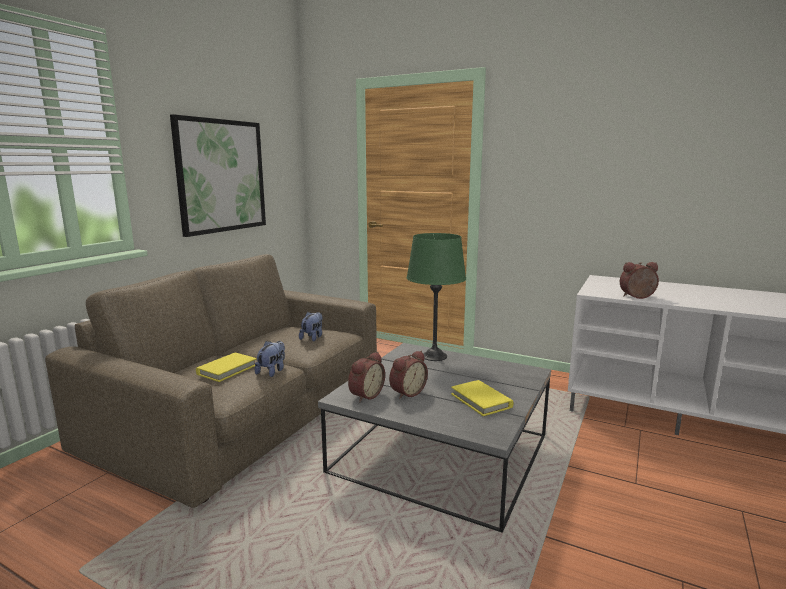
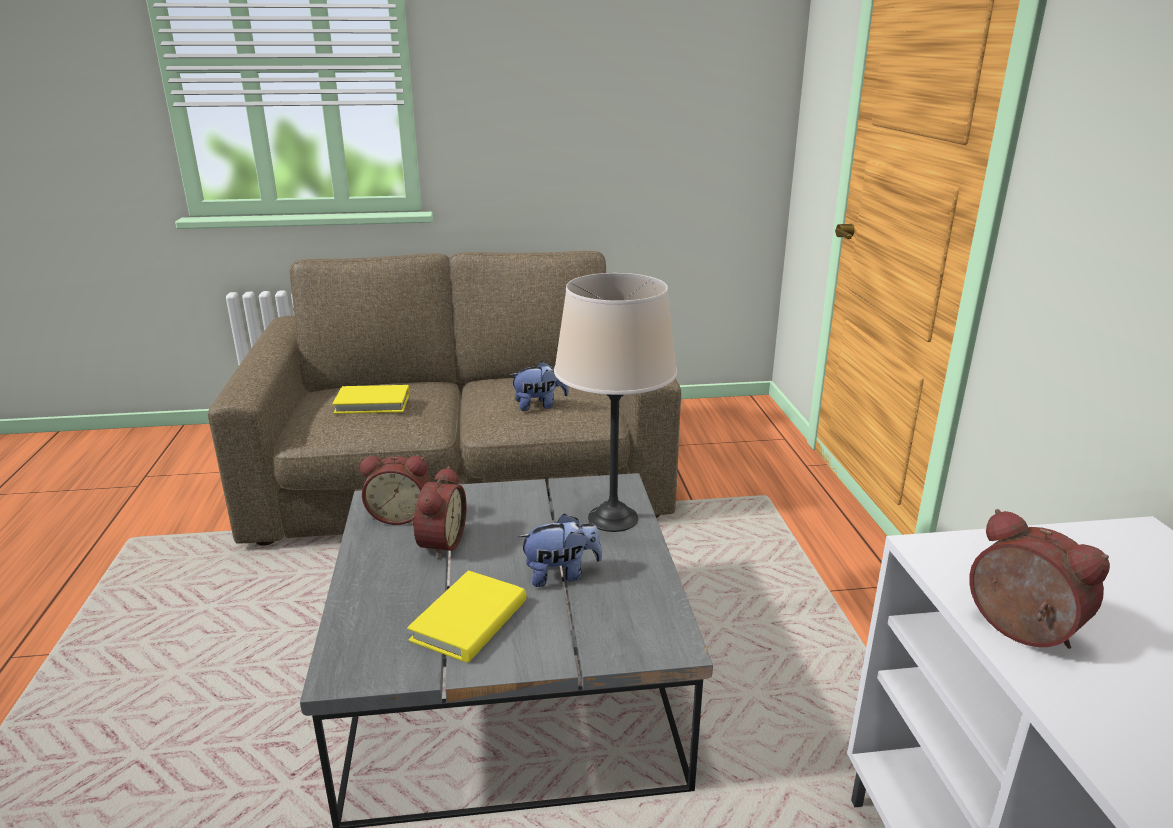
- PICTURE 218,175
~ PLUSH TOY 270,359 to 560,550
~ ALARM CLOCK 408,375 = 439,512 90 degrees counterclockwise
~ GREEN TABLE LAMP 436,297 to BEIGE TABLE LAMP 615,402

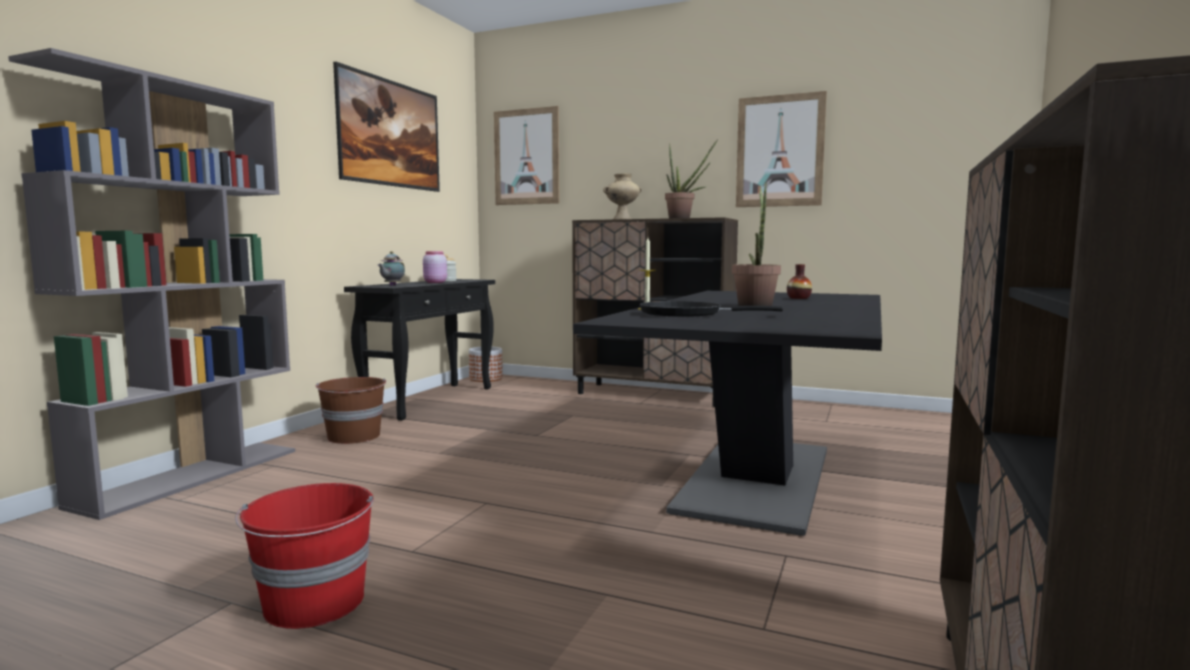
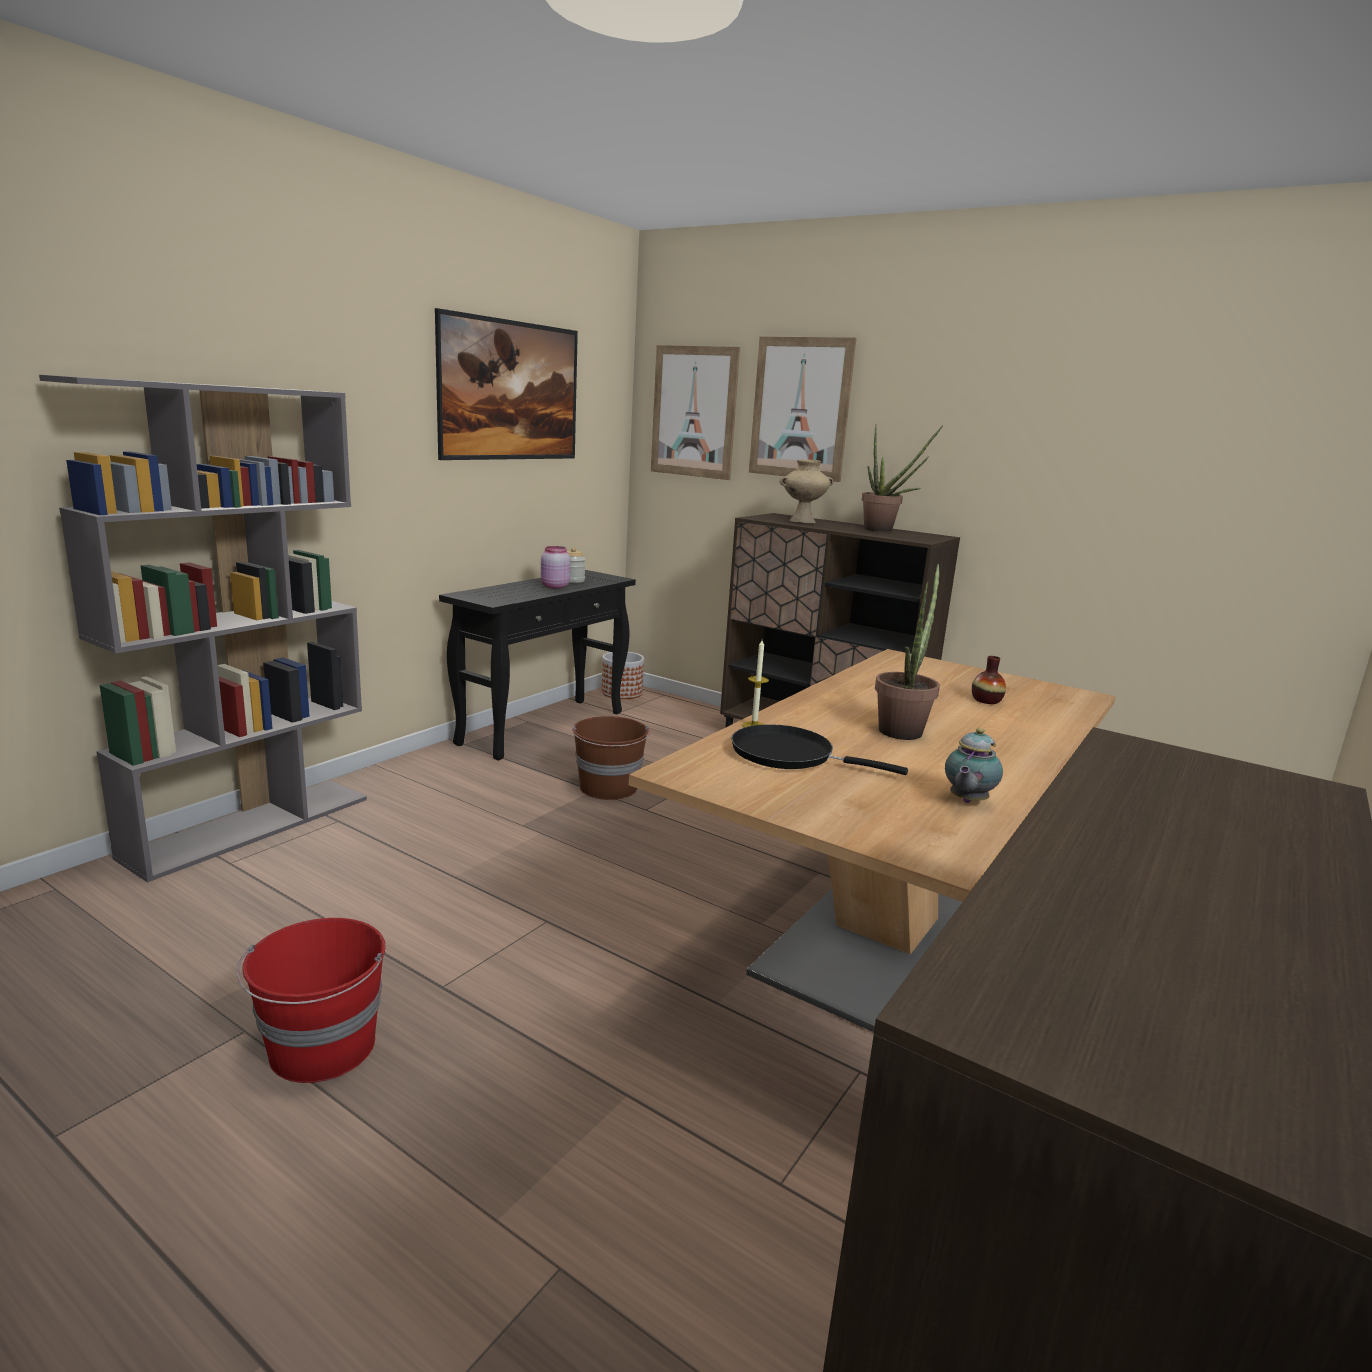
~ BROWN BUCKET 350,410 to 611,758
~ TEAPOT 391,268 to 974,765
~ BLACK DINING TABLE 727,413 to BEIGE DINING TABLE 872,840
~ PICTURE 781,149 to 803,409

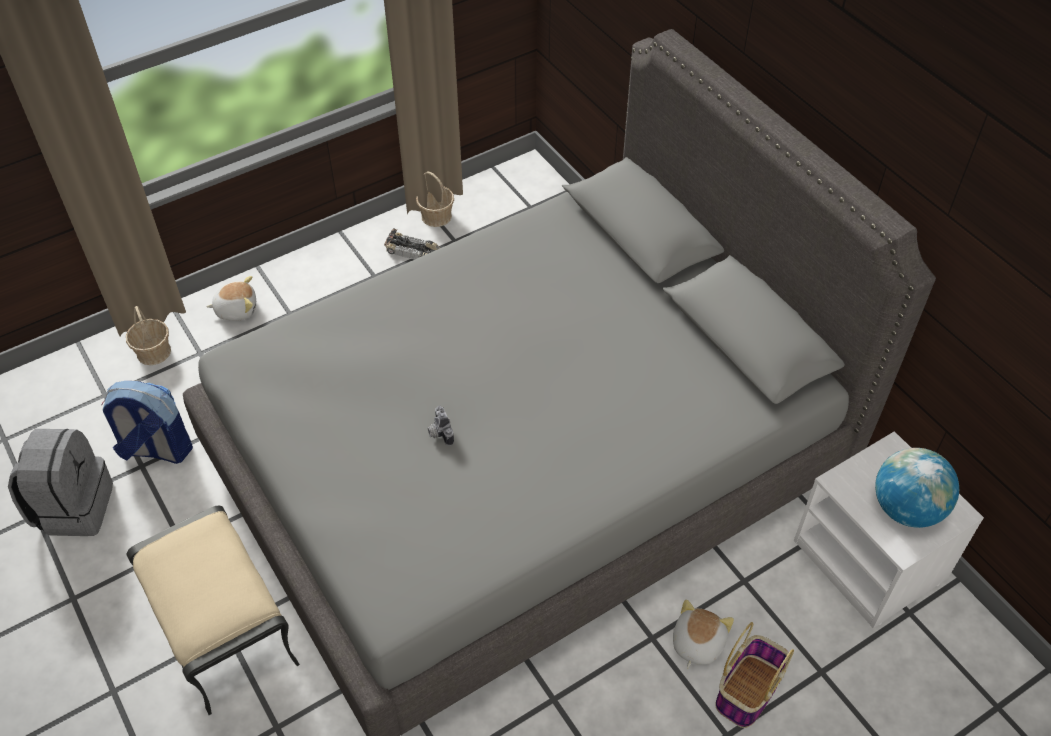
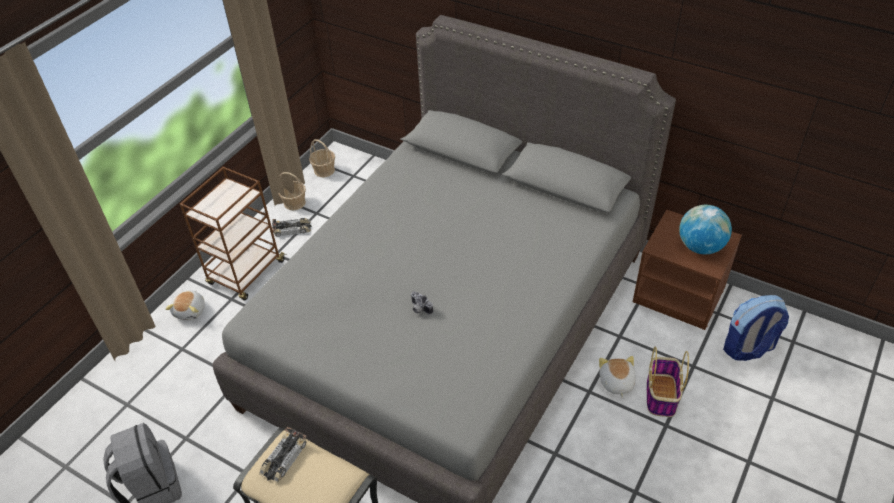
~ BACKPACK 147,422 to 756,328
~ BASKET 148,335 to 322,158
~ PLUSH TOY 231,298 = 185,305 135 degrees clockwise
~ WHITE NIGHTSTAND 889,529 to BROWN NIGHTSTAND 687,270
+ BROWN CART 233,233
+ TOY CAR 283,455

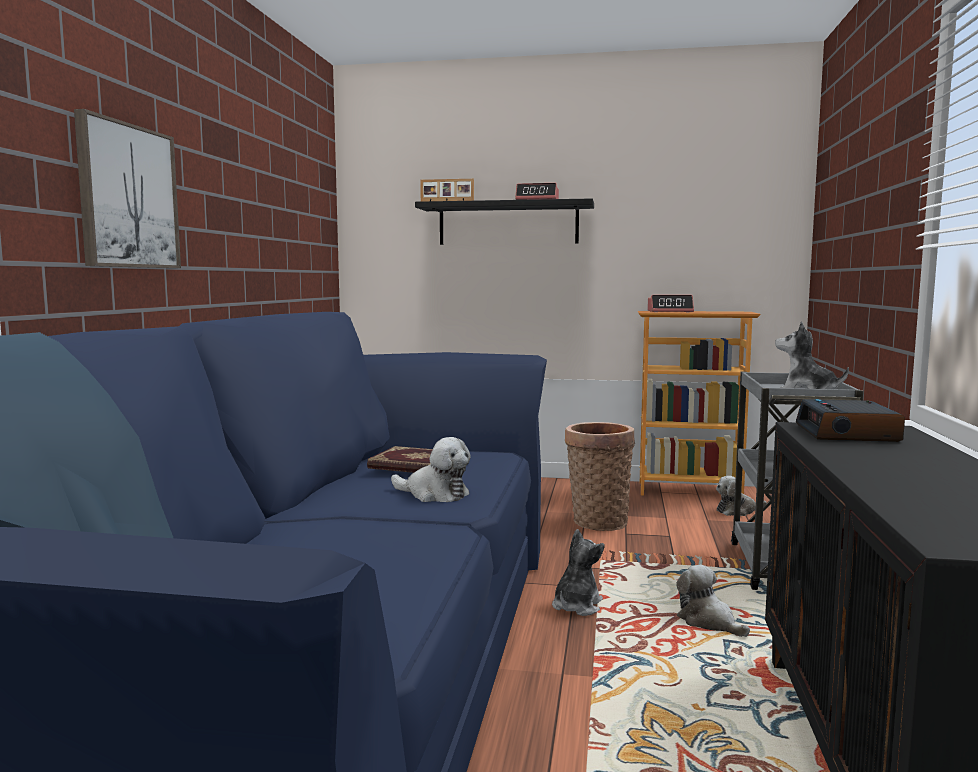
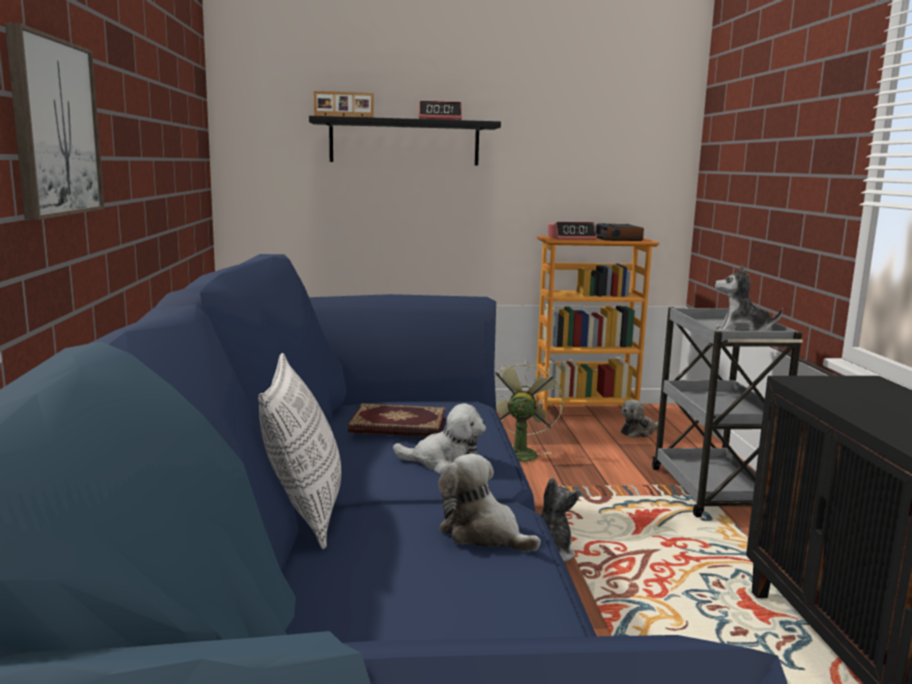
~ BASKET 600,476 to GREEN FAN 529,410
~ PLUSH TOY 713,601 to 489,502
~ ALARM CLOCK 850,420 to 620,232
+ PILLOW 299,451

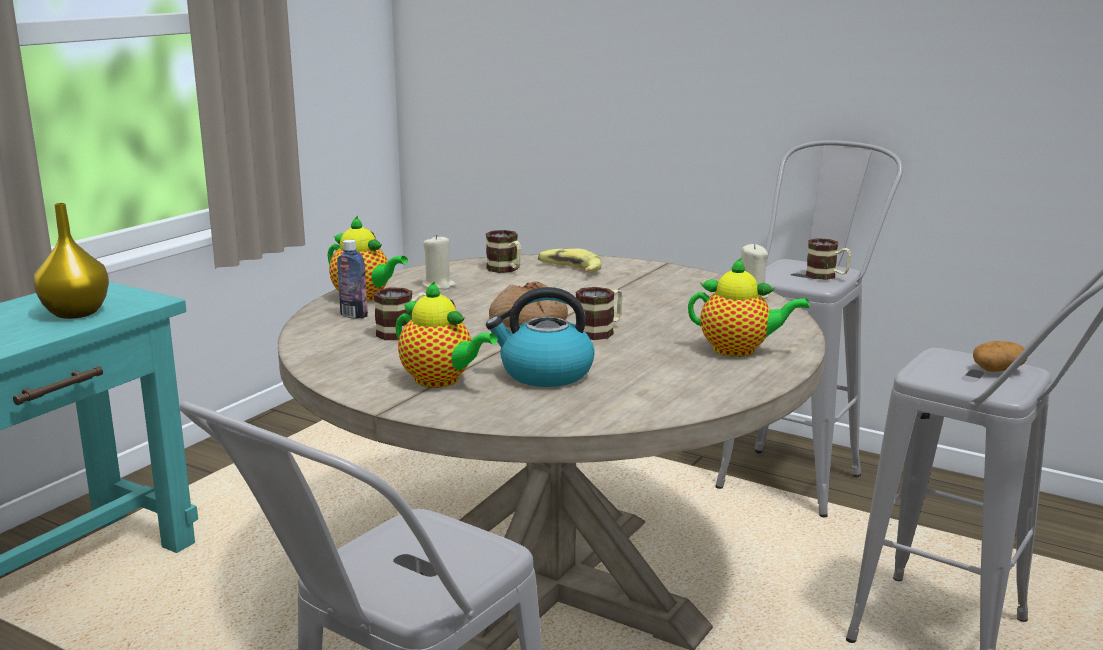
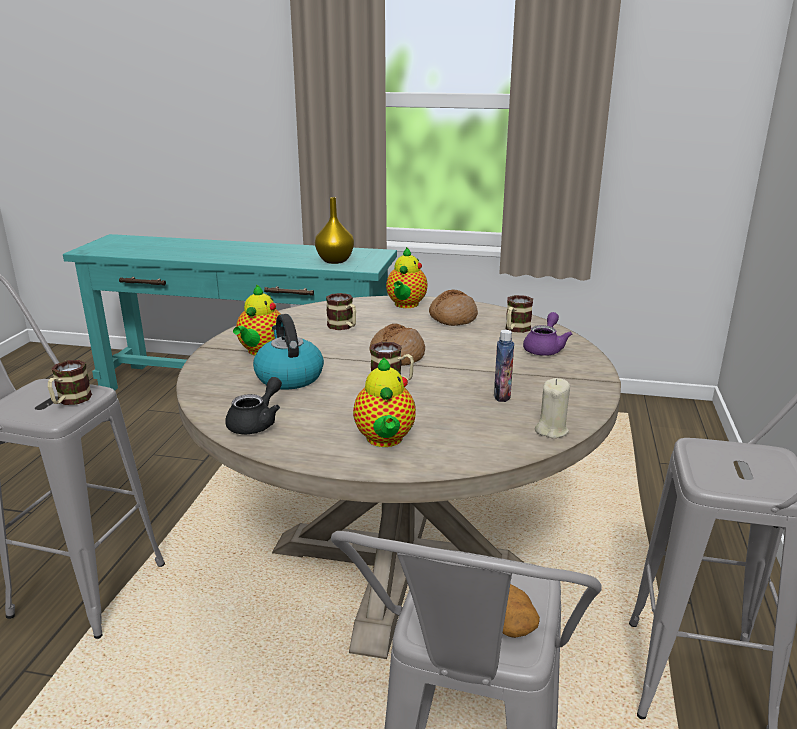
~ BOTTLE 352,279 to 504,366
~ BEIGE CANDLE 439,262 to BREAD 453,307
~ BANANA 570,260 to PURPLE TEAPOT 547,334
~ MUG 828,259 to 70,382
+ BLACK TEAPOT 253,405

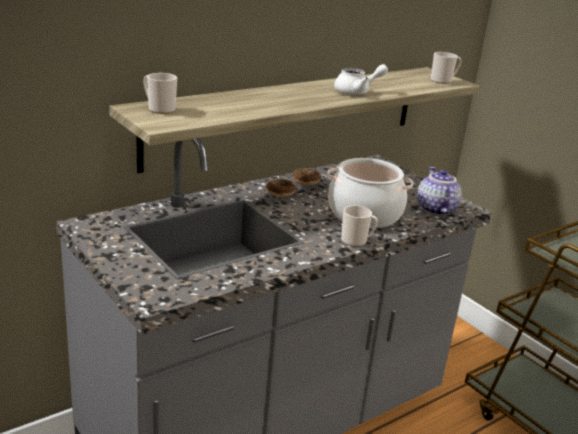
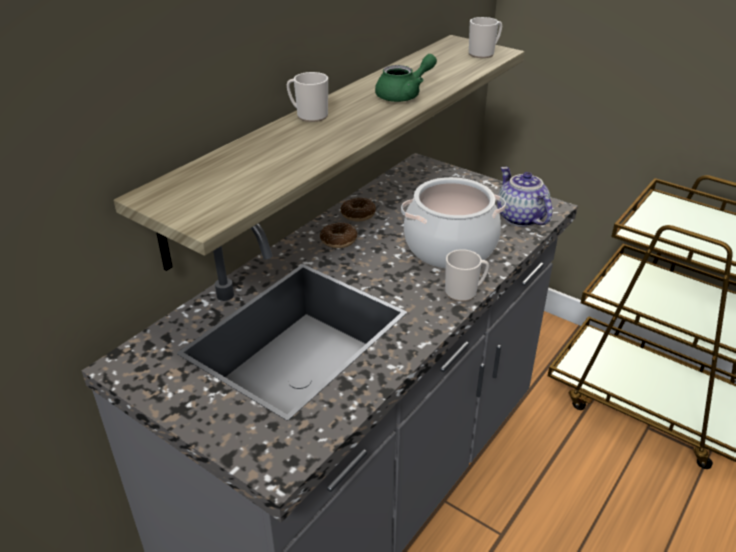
~ MUG 160,93 to 307,97
~ WHITE TEAPOT 361,79 to GREEN TEAPOT 406,78

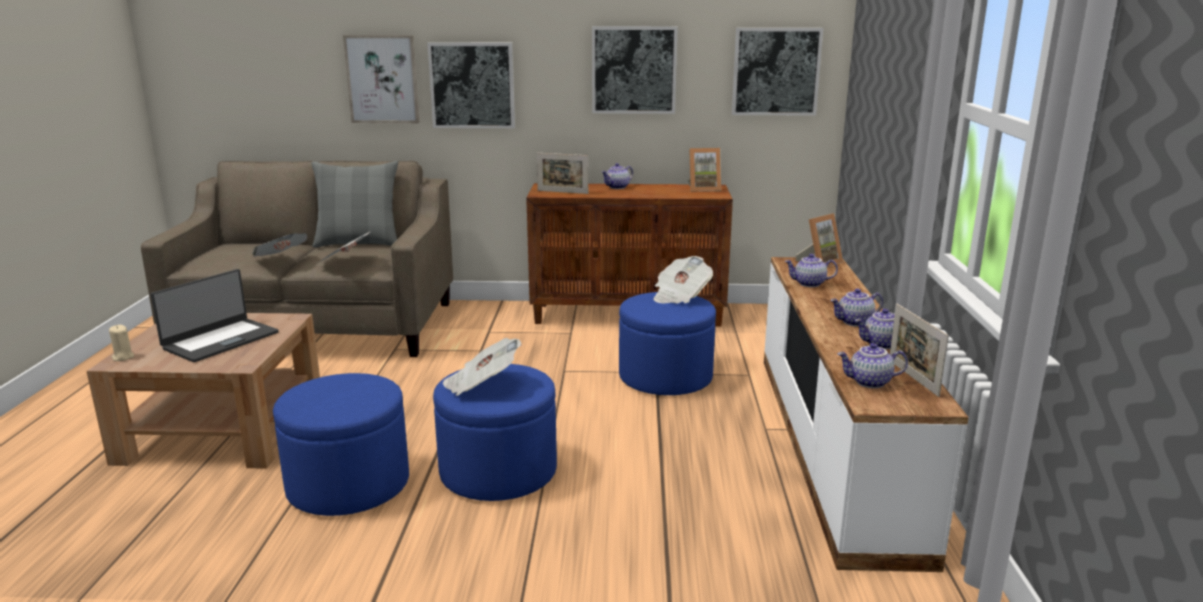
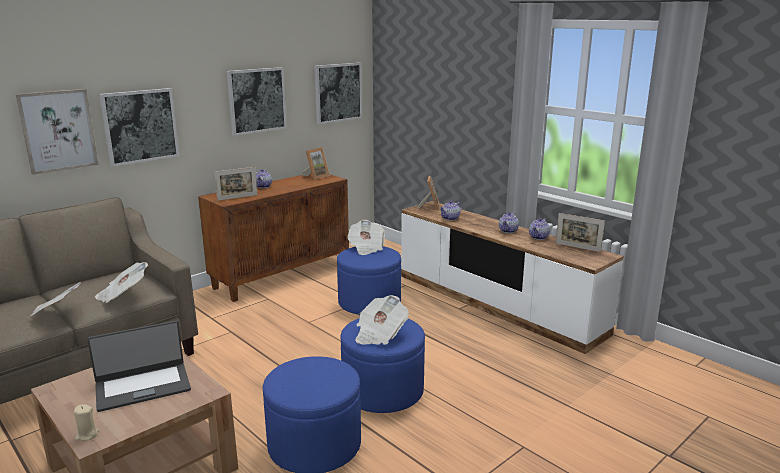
~ LAPTOP 215,315 = 139,366 75 degrees clockwise
- GREY PILLOW 354,204
- TEAPOT 872,365

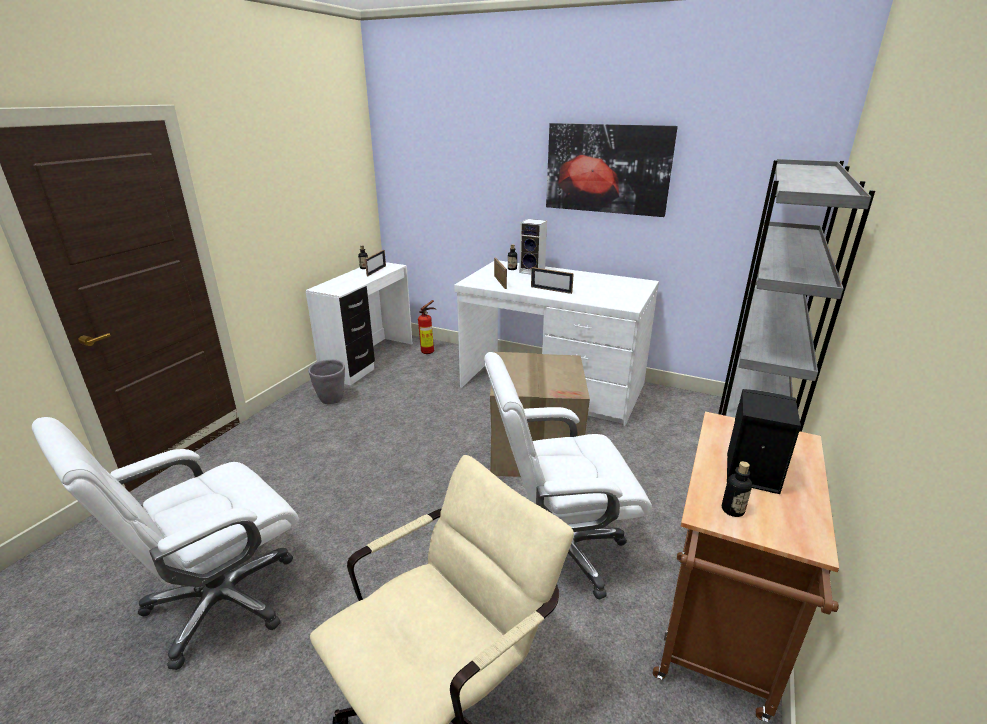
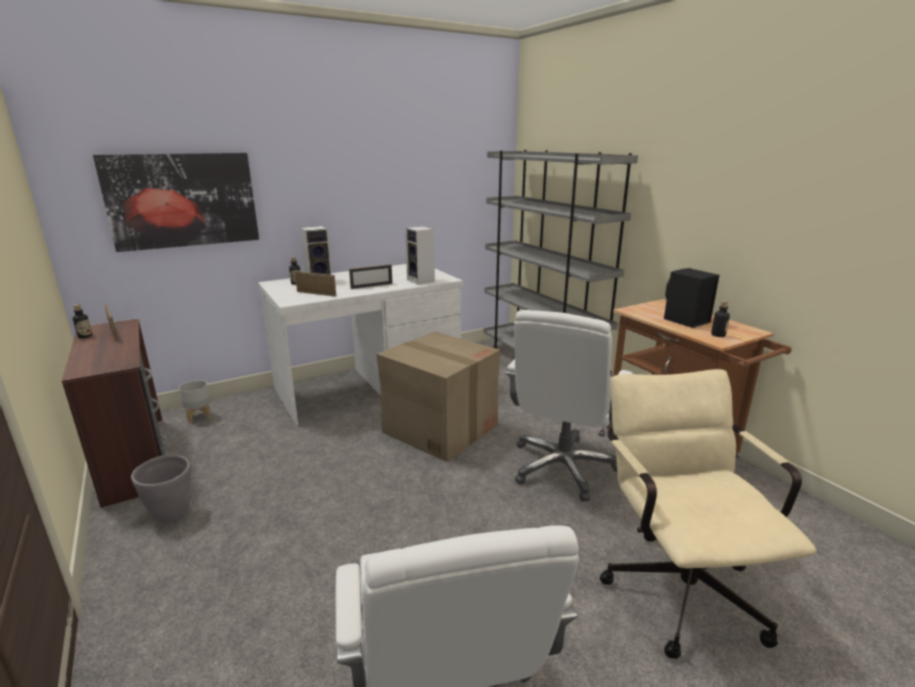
~ WHITE DESK 359,324 to BROWN DESK 115,413
~ FIRE EXTINGUISHER 427,327 to GREY PLANTER 195,401
~ PICTURE 612,170 to 176,202
+ SPEAKER 420,255

